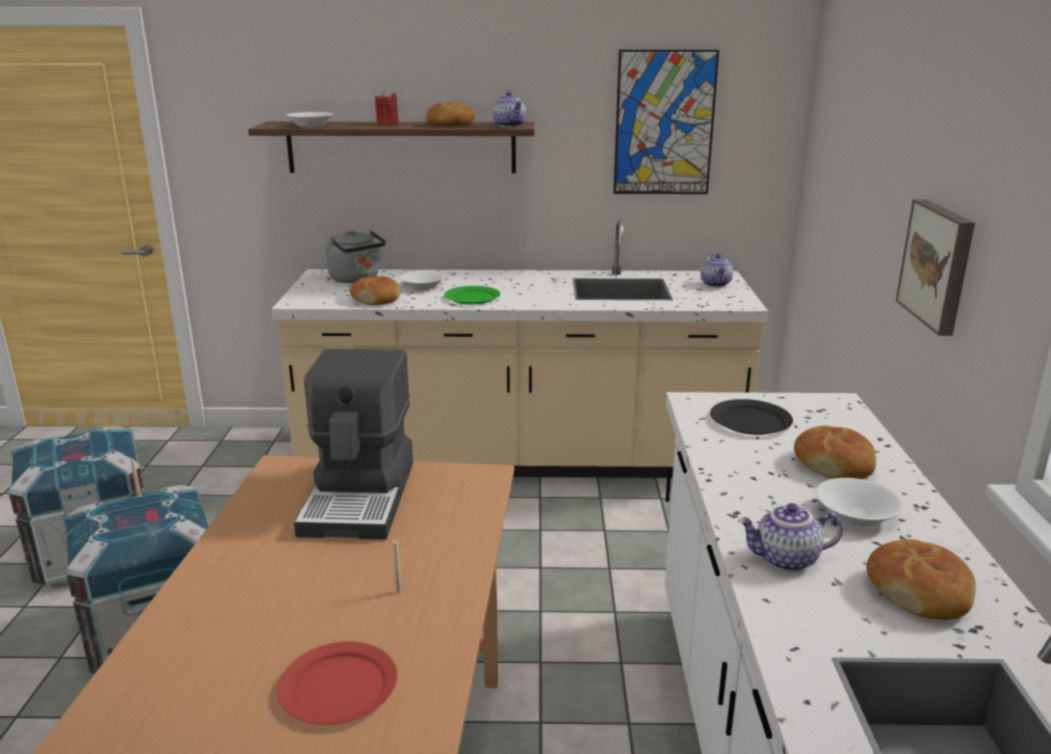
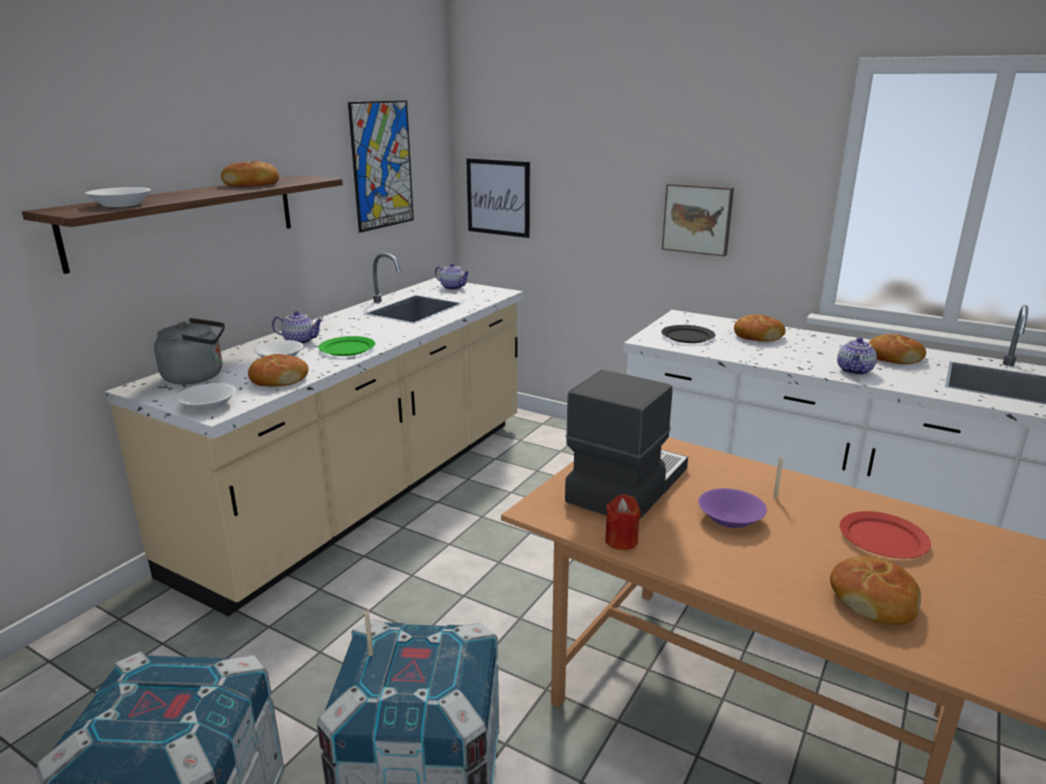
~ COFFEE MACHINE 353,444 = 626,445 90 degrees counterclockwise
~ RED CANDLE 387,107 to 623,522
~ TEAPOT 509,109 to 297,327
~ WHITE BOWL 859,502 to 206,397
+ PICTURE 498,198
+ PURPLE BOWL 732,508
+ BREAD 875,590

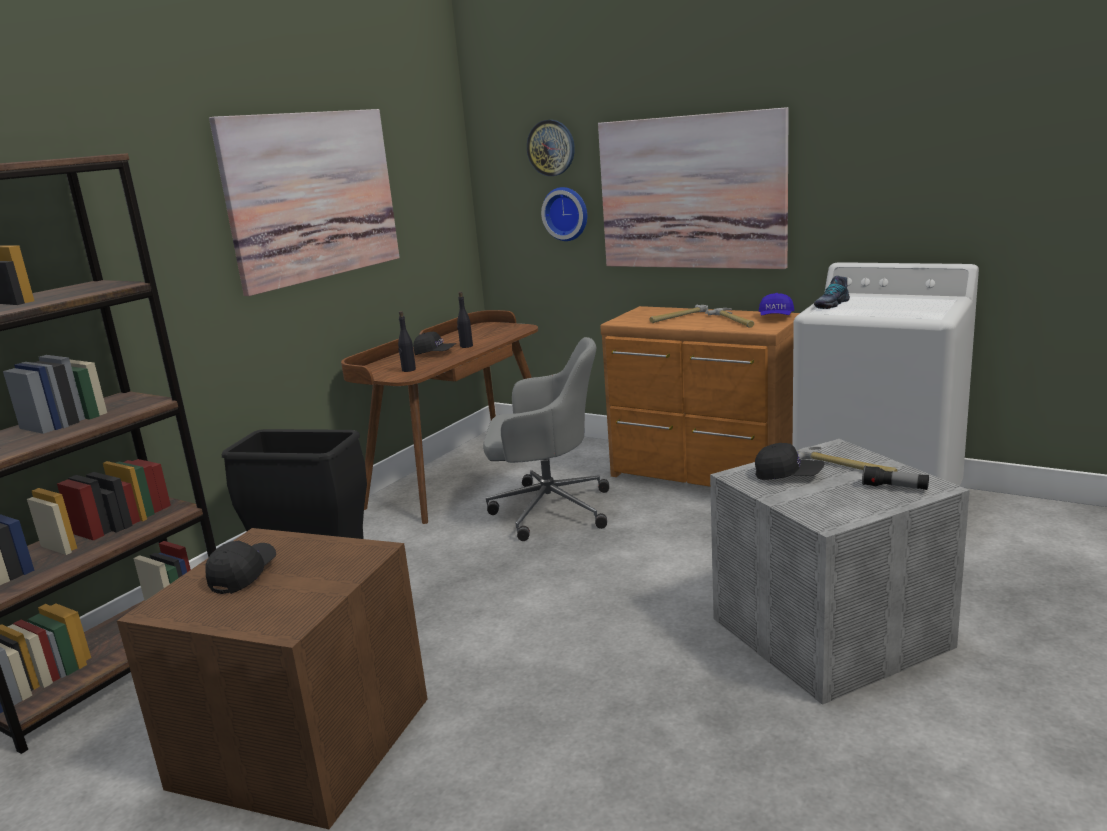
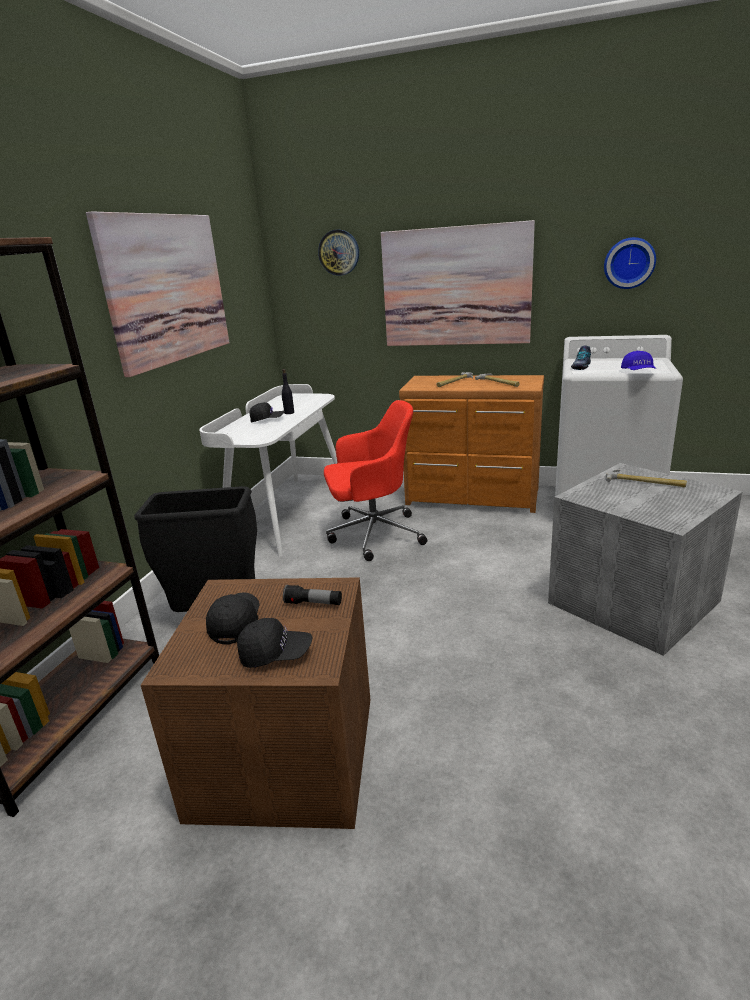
~ BROWN DESK 439,417 to WHITE DESK 268,470
- BLACK BOTTLE 407,341
~ GREY OFFICE CHAIR 546,439 to RED OFFICE CHAIR 375,480
~ WALL CLOCK 564,214 to 630,263
~ BLACK CAP 790,461 to 274,643
~ BLUE CAP 777,304 to 639,360
~ FLASHLIGHT 895,477 to 312,595

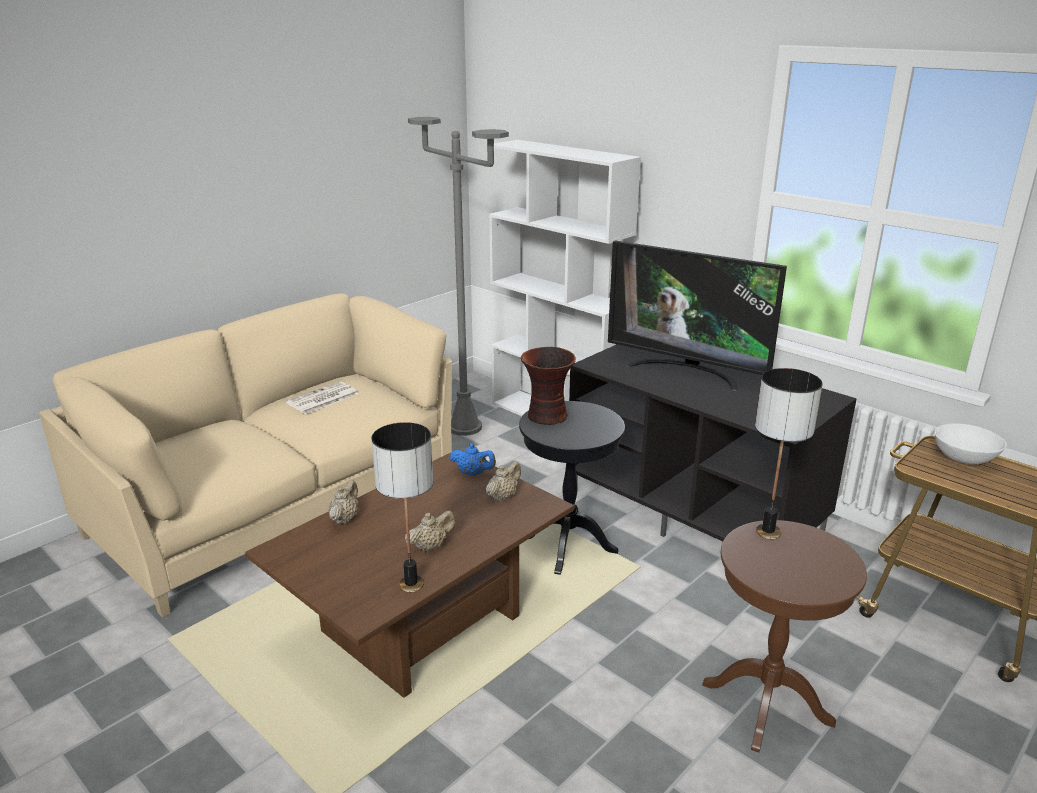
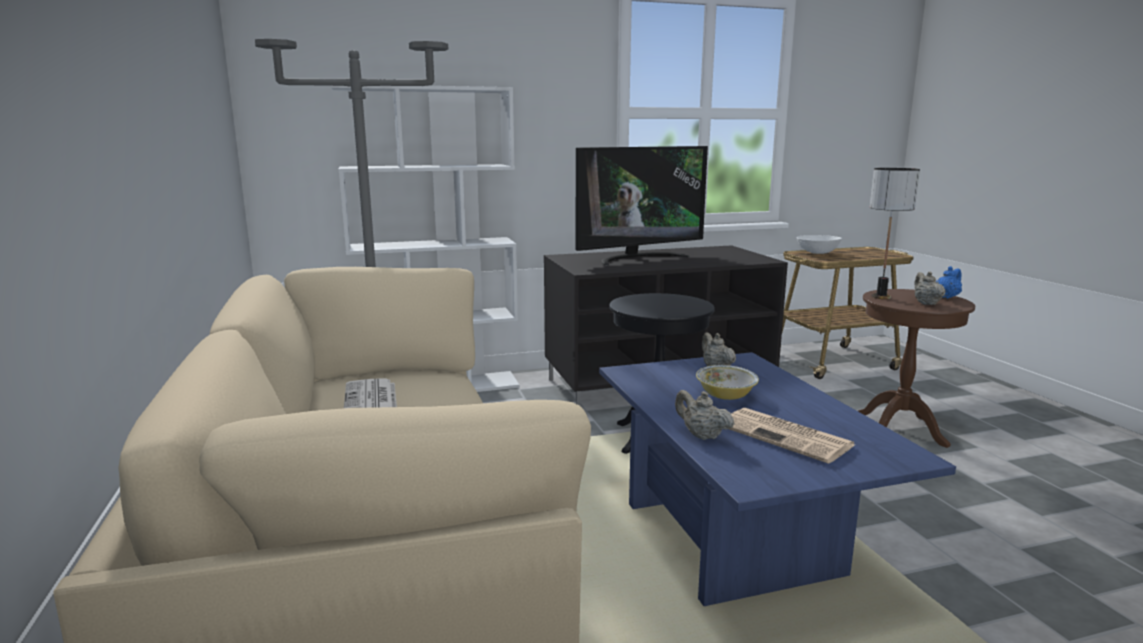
~ BROWN COFFEE TABLE 409,573 to BLUE COFFEE TABLE 777,479
- TABLE LAMP 402,507
~ BEIGE TEAPOT 430,531 to 930,288
~ BLUE TEAPOT 473,459 to 949,282
- VASE 548,386
+ BOWL 727,382
+ NEWSPAPER 792,435

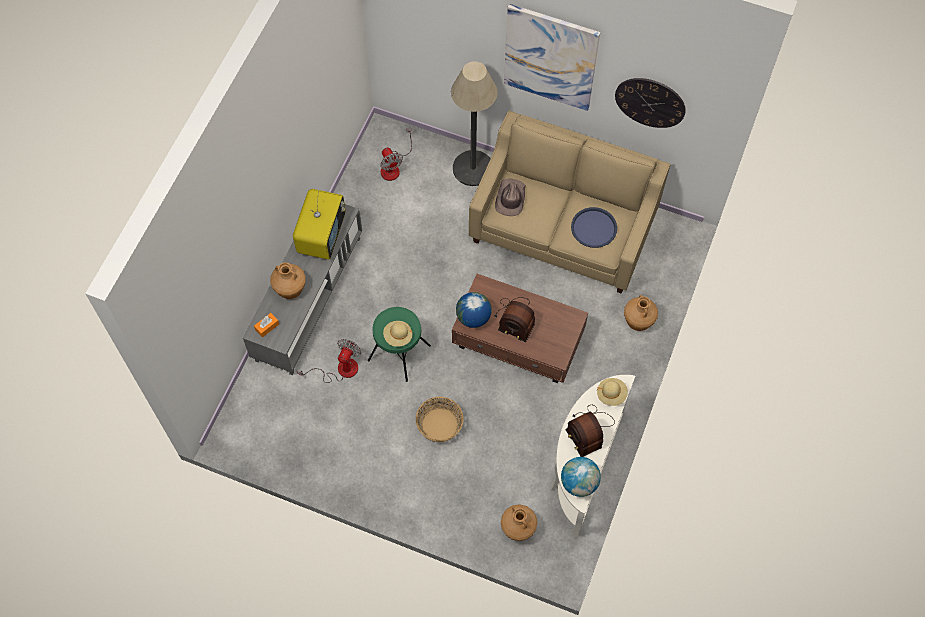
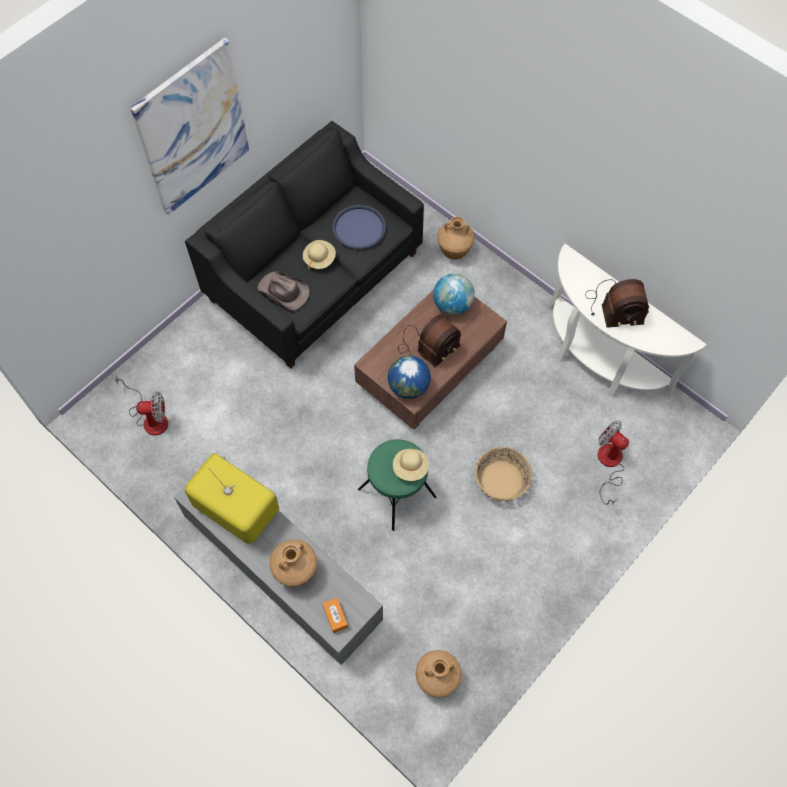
~ FAN 329,361 to 613,463
- FLOOR LAMP 474,123
~ BEIGE SOFA 570,202 to BLACK SOFA 304,245
~ BROWN VASE 519,522 to 438,674
~ GLOBE 581,477 to 454,294
~ BEIGE HAT 612,392 to 319,255
- WALL CLOCK 650,103

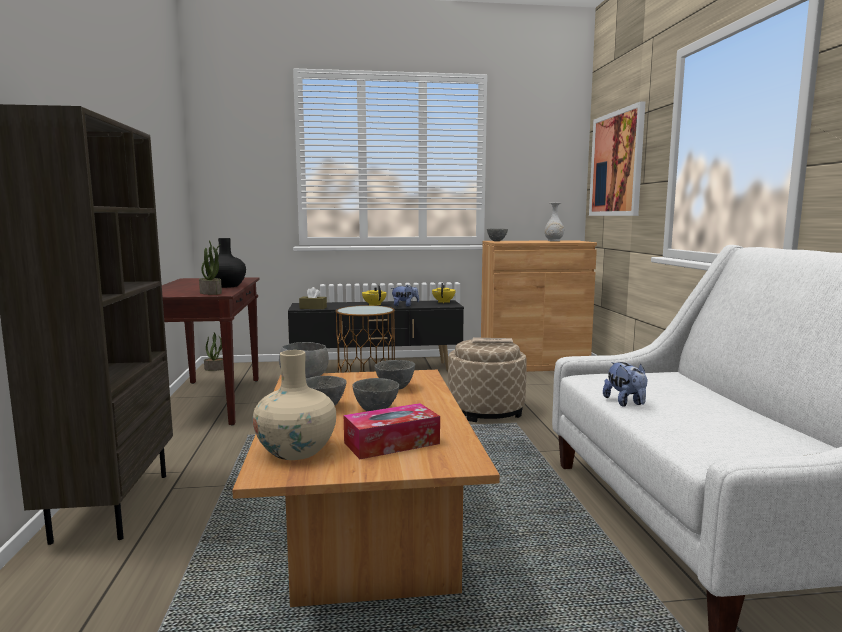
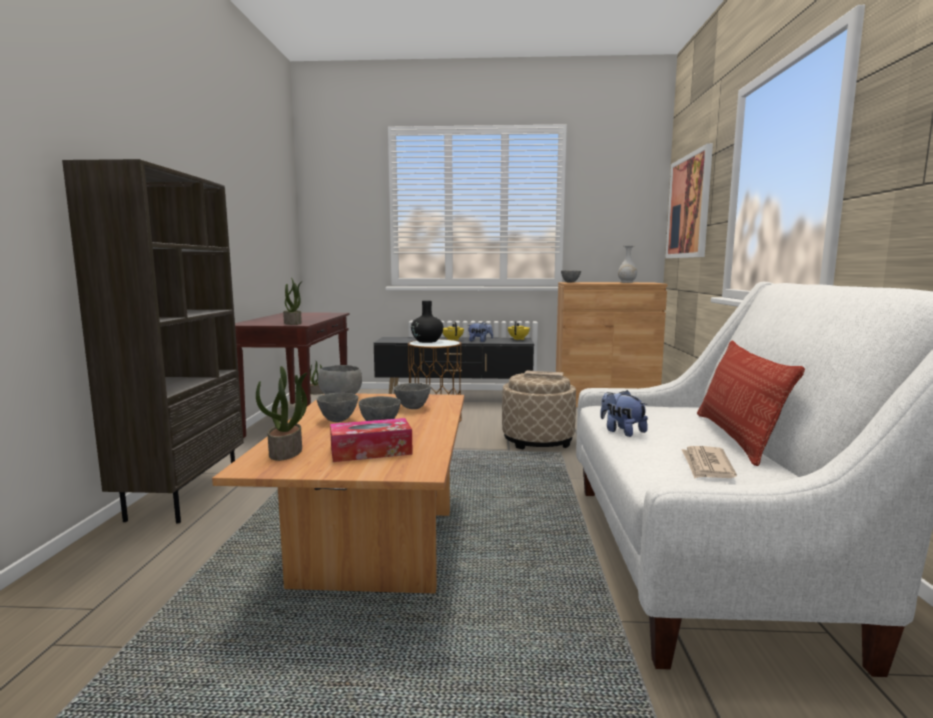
~ BLACK VASE 226,263 to 427,322
~ BEIGE VASE 294,405 to POTTED PLANT 281,413
- BROWN TISSUE BOX 313,298
~ PLUSH TOY 625,384 = 624,413 150 degrees clockwise
+ NEWSPAPER 709,462
+ PILLOW 751,403

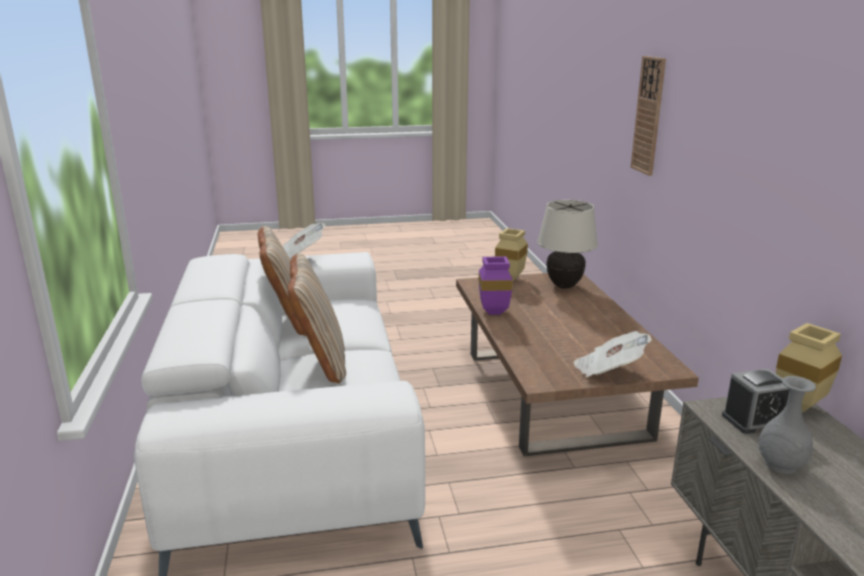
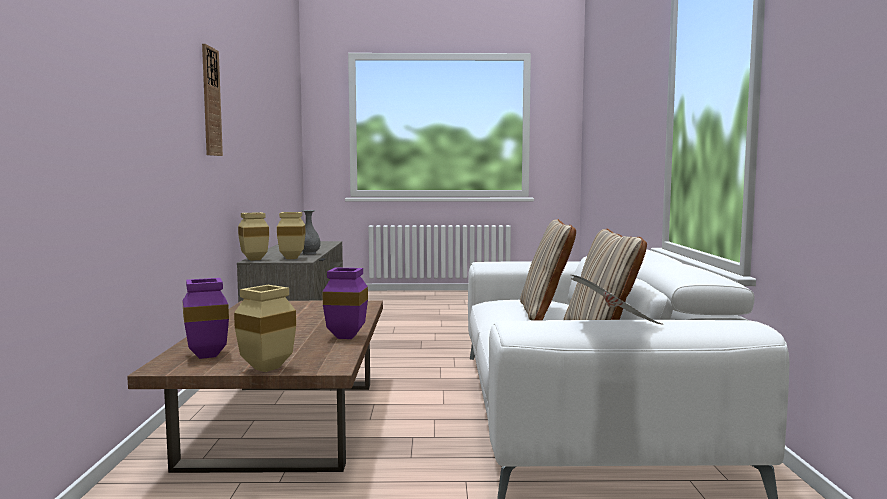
~ BEIGE TABLE LAMP 567,244 to PURPLE VASE 206,318
- NEWSPAPER 612,354
~ WALL CLOCK 648,116 to 212,100
~ ALARM CLOCK 755,401 to BEIGE VASE 291,235

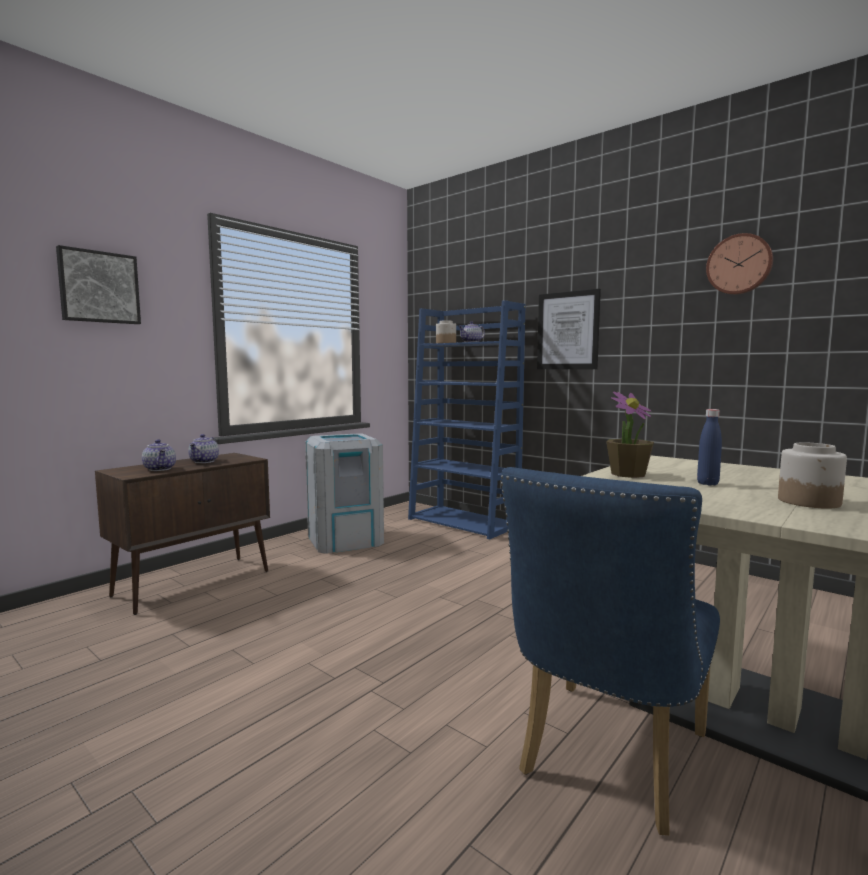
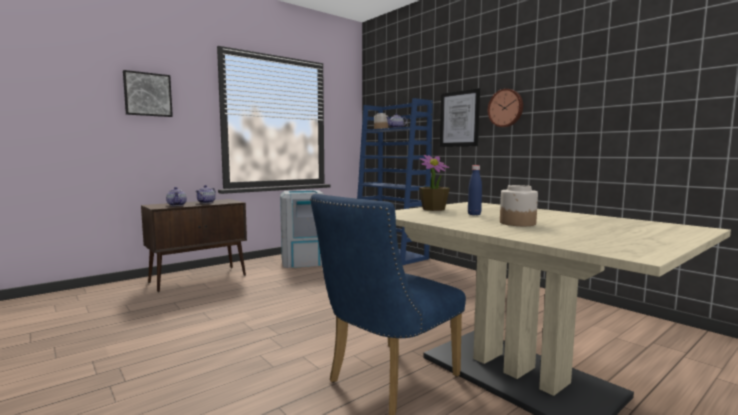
~ WALL CLOCK 739,264 to 505,108

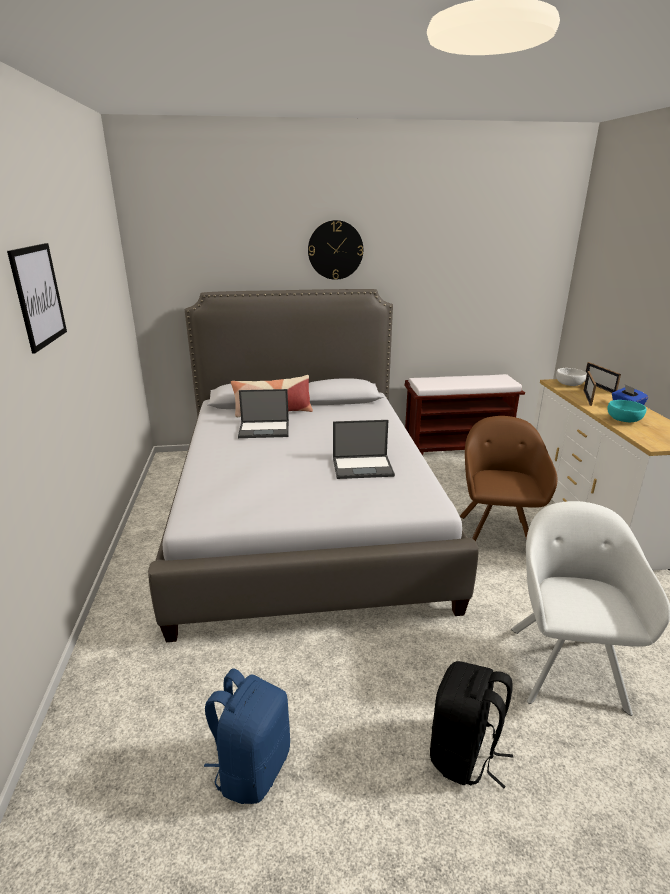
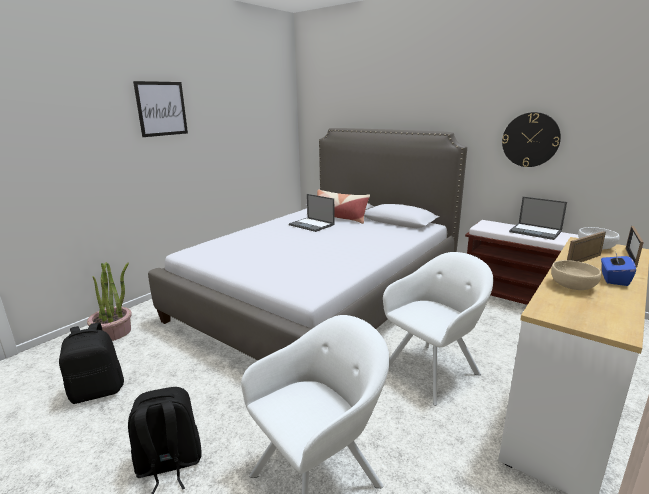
~ BLUE BACKPACK 247,736 to BLACK BACKPACK 91,363
~ WALL CLOCK 335,250 to 531,139
~ LAPTOP 364,449 to 538,218
~ BROWN ARMCHAIR 508,479 to WHITE ARMCHAIR 438,329
~ TURQUOISE BOWL 626,411 to BEIGE BOWL 576,275
+ POTTED PLANT 109,301

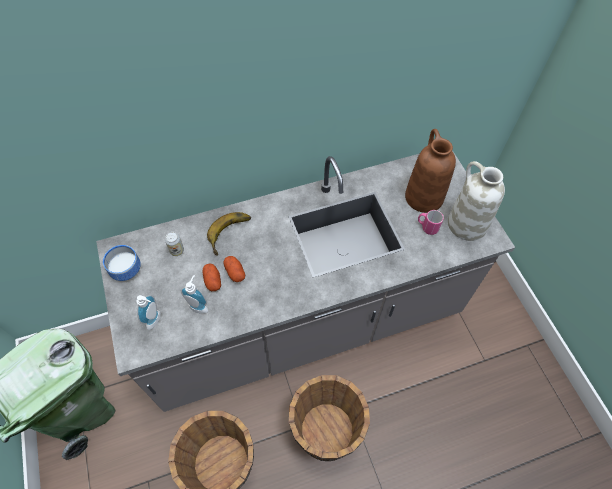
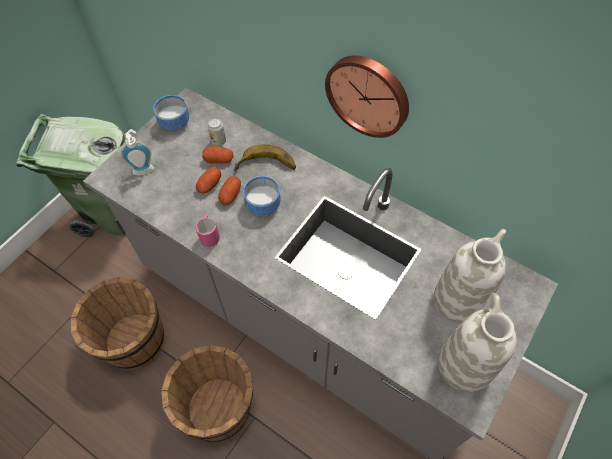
- SOAP DISPENSER 194,294
~ BROWN VASE 430,171 to WHITE VASE 470,276
~ PINK MUG 431,222 to 208,231
+ POTATO 218,155
+ BOWL 262,195
+ WALL CLOCK 367,96

